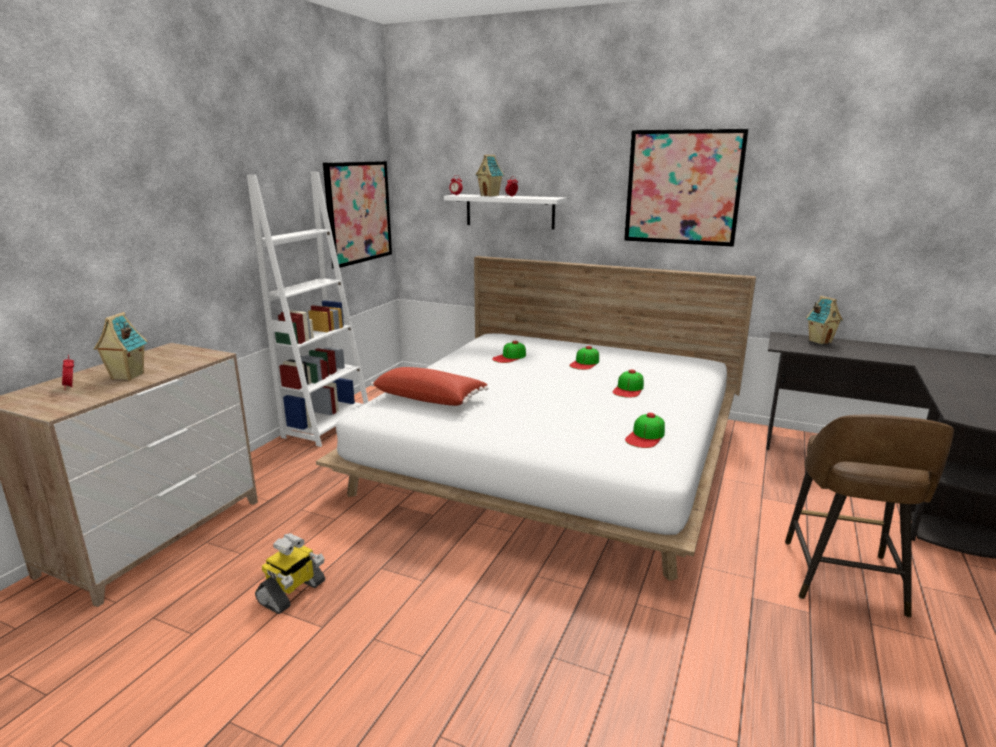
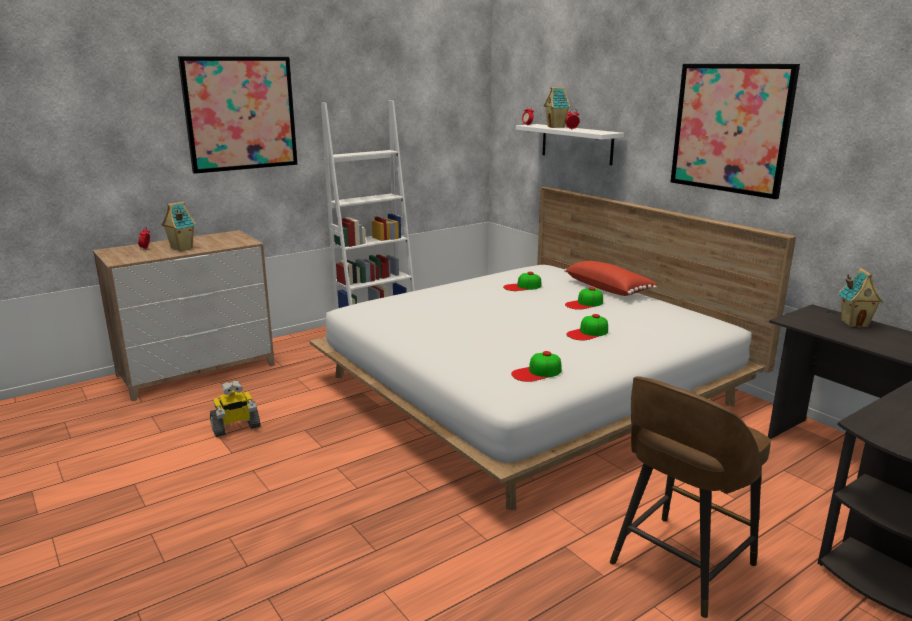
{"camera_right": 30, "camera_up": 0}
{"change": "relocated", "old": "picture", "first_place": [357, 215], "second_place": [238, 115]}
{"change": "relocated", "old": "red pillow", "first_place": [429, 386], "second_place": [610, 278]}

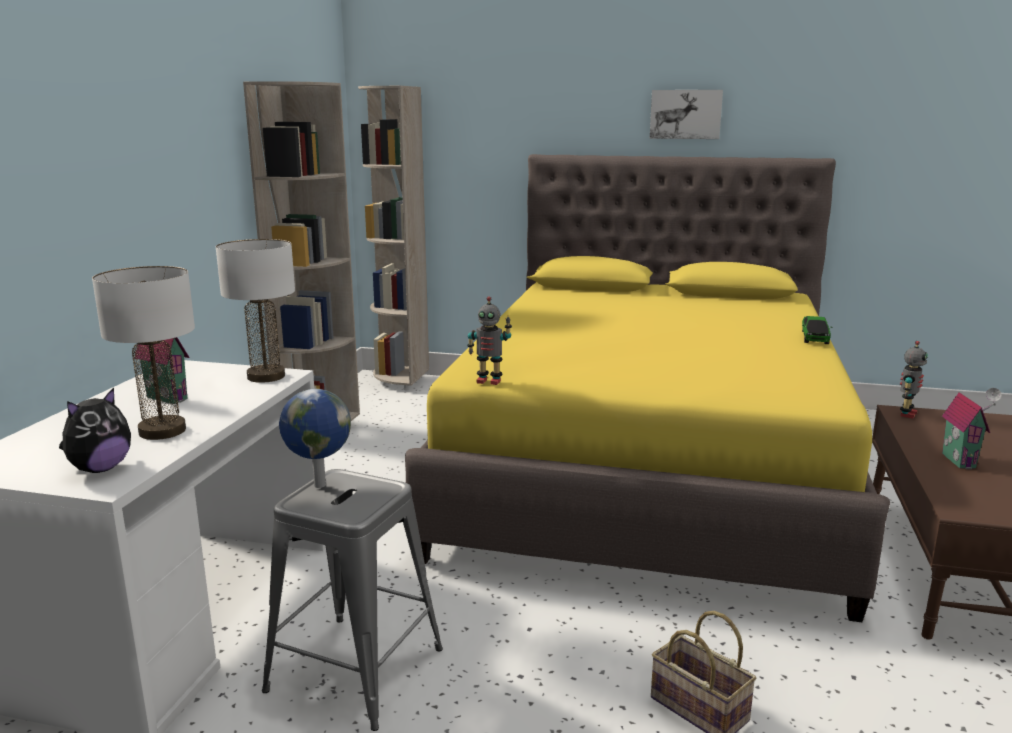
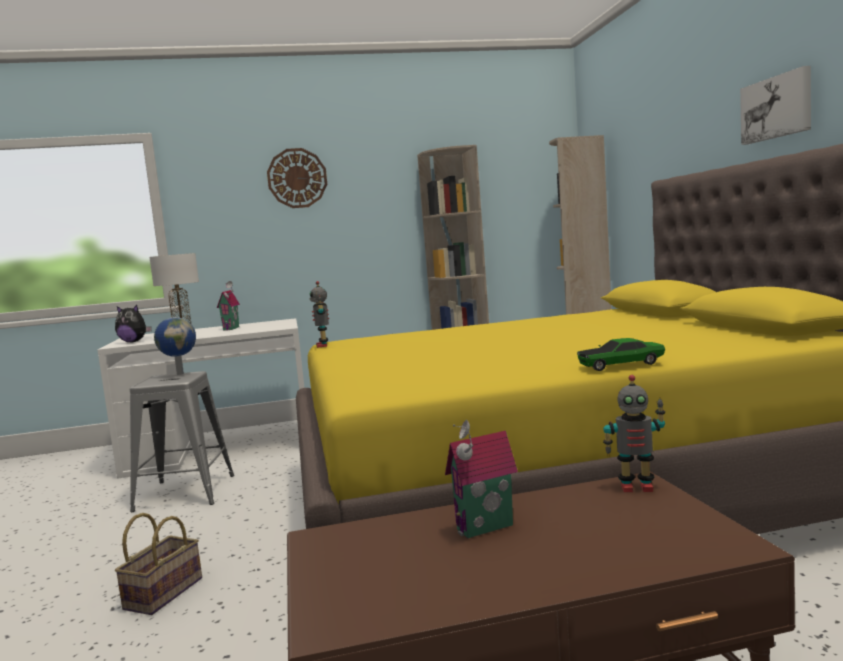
{"camera_right": 65, "camera_up": -10}
{"change": "missing", "old": "table lamp", "first_place": [255, 311]}
{"change": "appeared", "new": "wall clock", "second_place": [297, 178]}

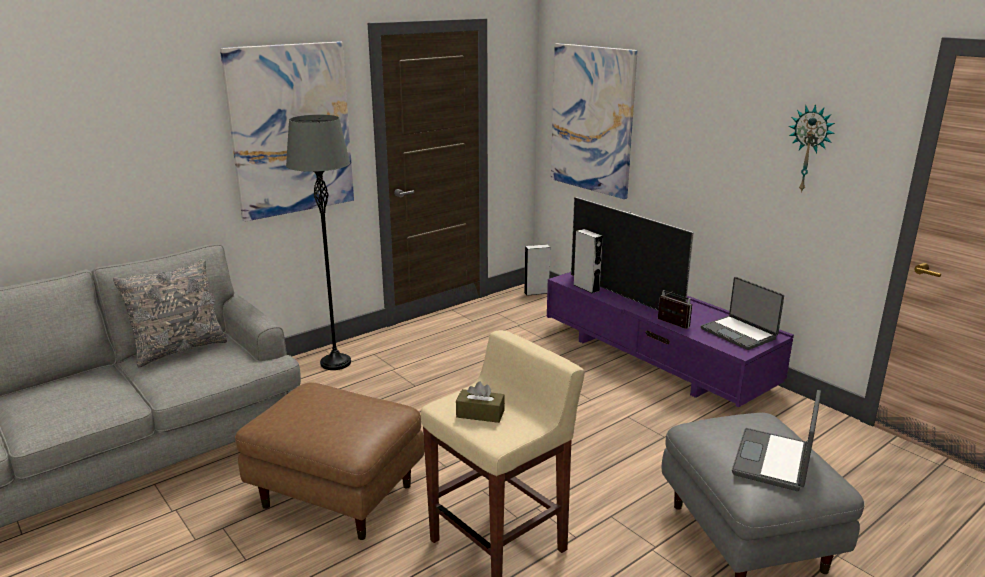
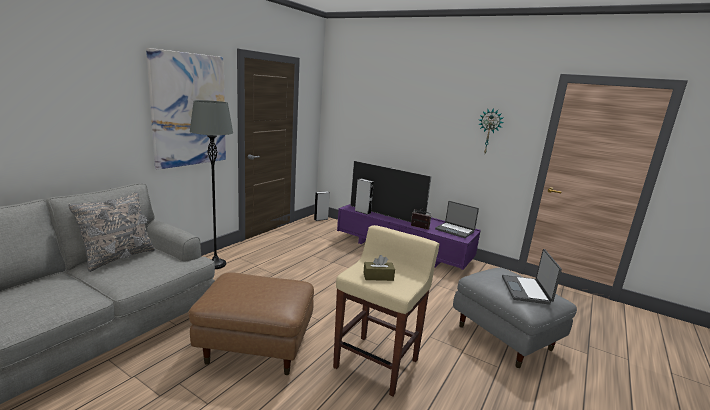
{"camera_right": -20, "camera_up": -5}
{"change": "missing", "old": "picture", "first_place": [594, 121]}

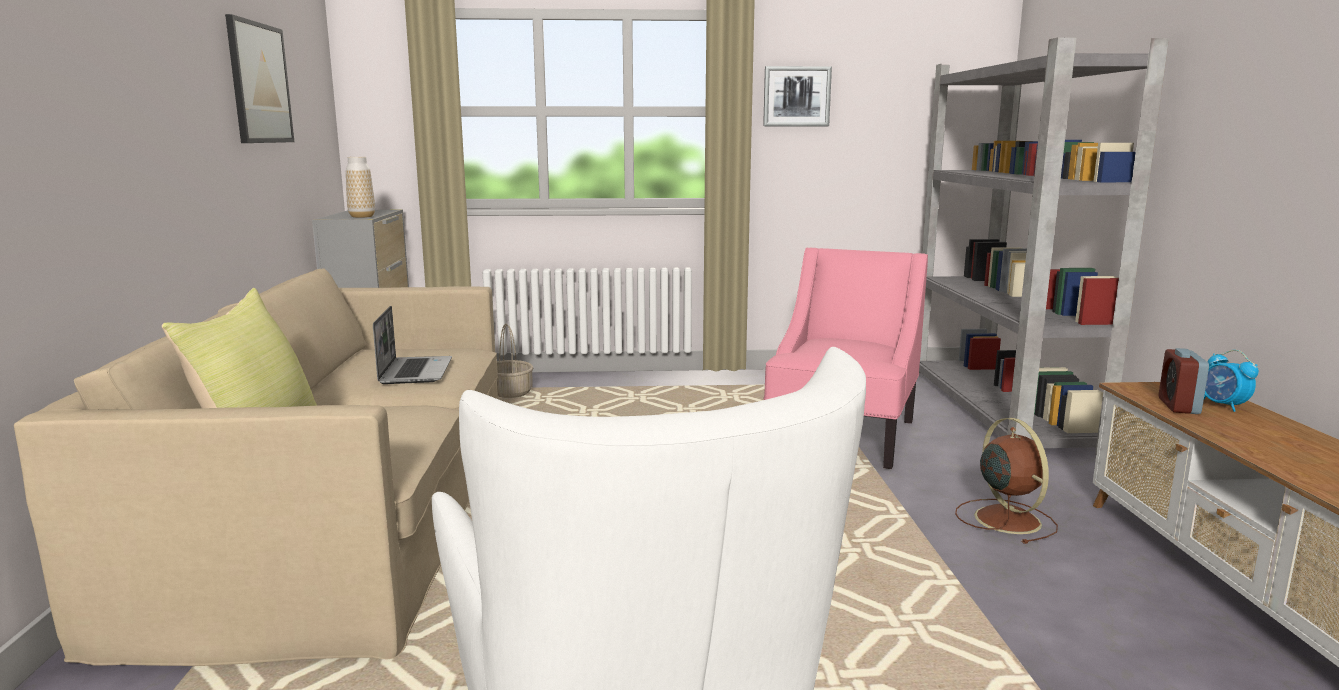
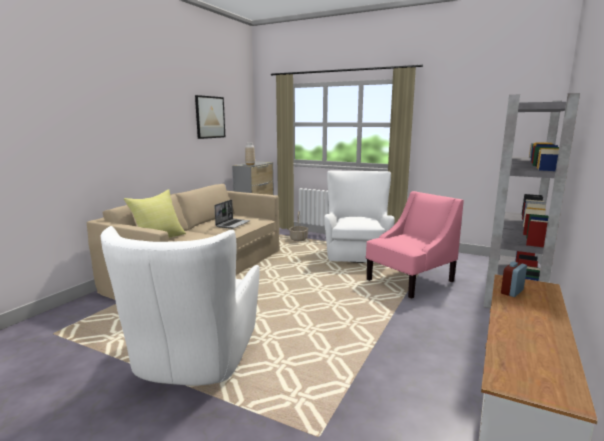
{"camera_right": 30, "camera_up": 0}
{"change": "missing", "old": "picture", "first_place": [797, 96]}
{"change": "missing", "old": "alarm clock", "first_place": [1231, 381]}
{"change": "missing", "old": "brown fan", "first_place": [1006, 481]}
{"change": "appeared", "new": "white armchair", "second_place": [359, 216]}

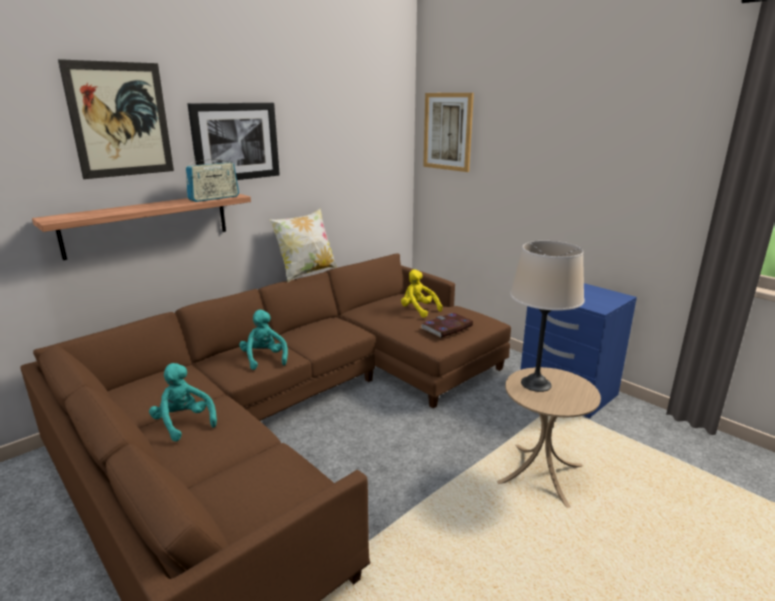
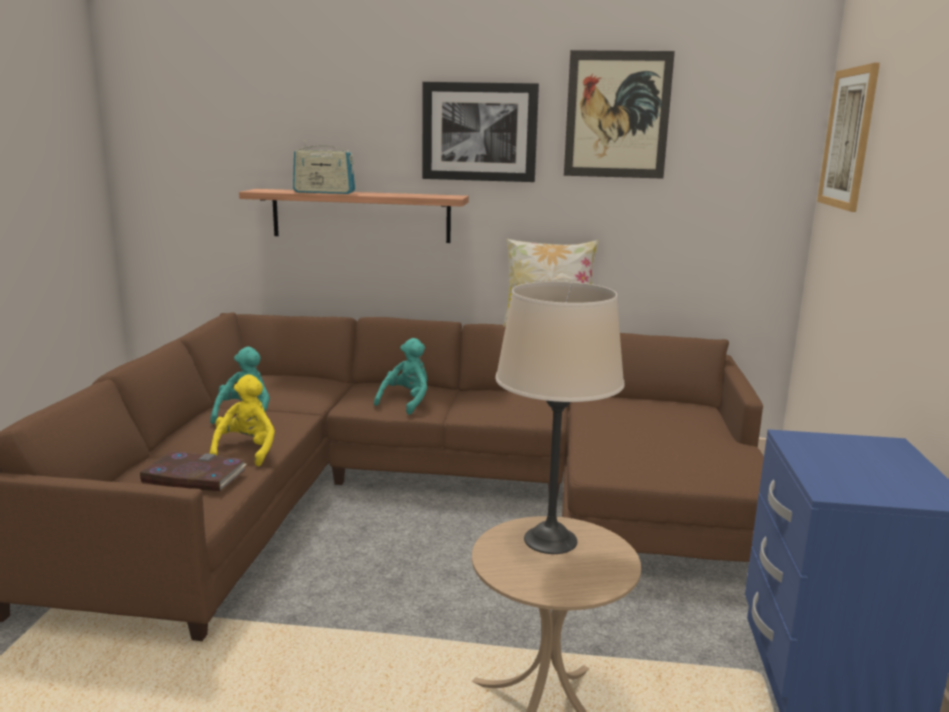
{"camera_right": 50, "camera_up": -5}
{"change": "relocated", "old": "picture", "first_place": [116, 119], "second_place": [619, 114]}
{"change": "relocated", "old": "radio", "first_place": [212, 179], "second_place": [324, 167]}
{"change": "relocated", "old": "yellow plush toy", "first_place": [422, 293], "second_place": [242, 420]}
{"change": "relocated", "old": "book", "first_place": [447, 325], "second_place": [193, 471]}

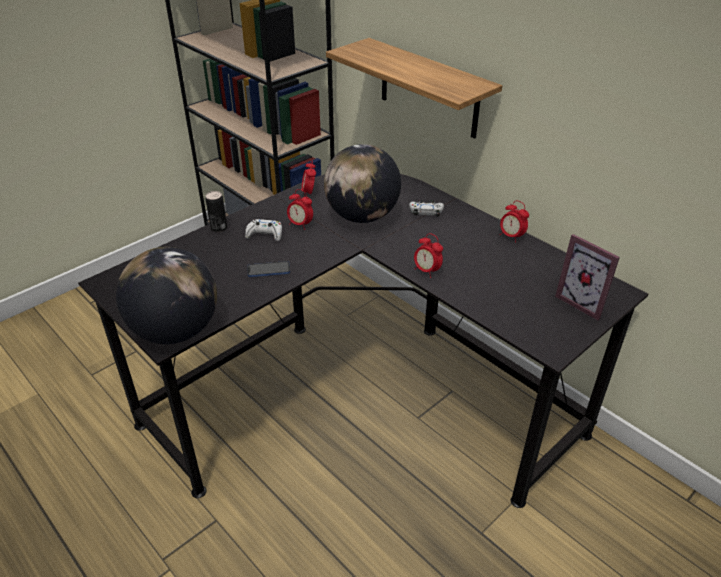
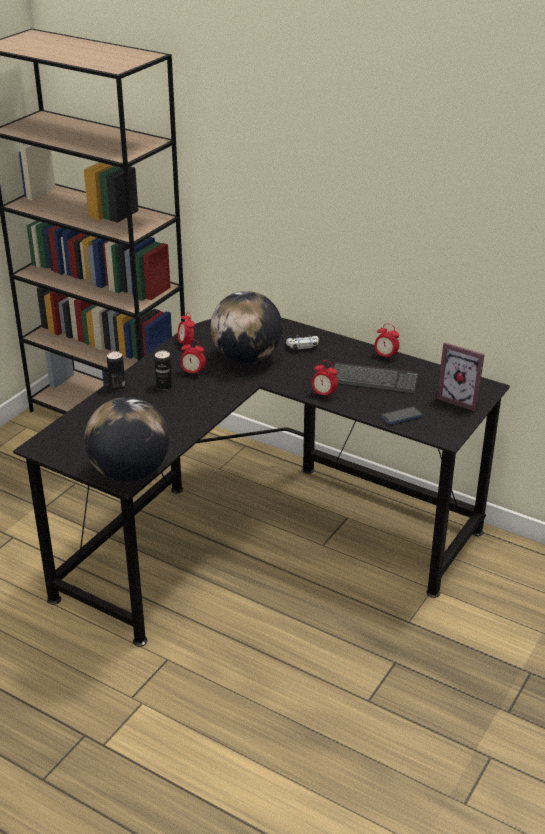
{"camera_right": -15, "camera_up": -5}
{"change": "missing", "old": "shelf", "first_place": [414, 88]}
{"change": "exchanged", "old": "white game controller", "new": "can", "first_place": [263, 230], "second_place": [163, 370]}
{"change": "relocated", "old": "phone", "first_place": [268, 269], "second_place": [402, 415]}
{"change": "appeared", "new": "keyboard", "second_place": [376, 378]}

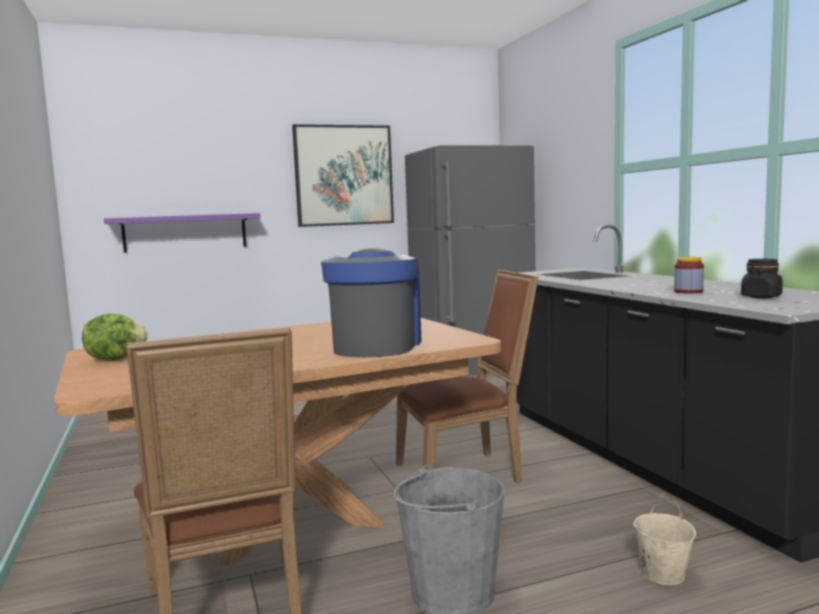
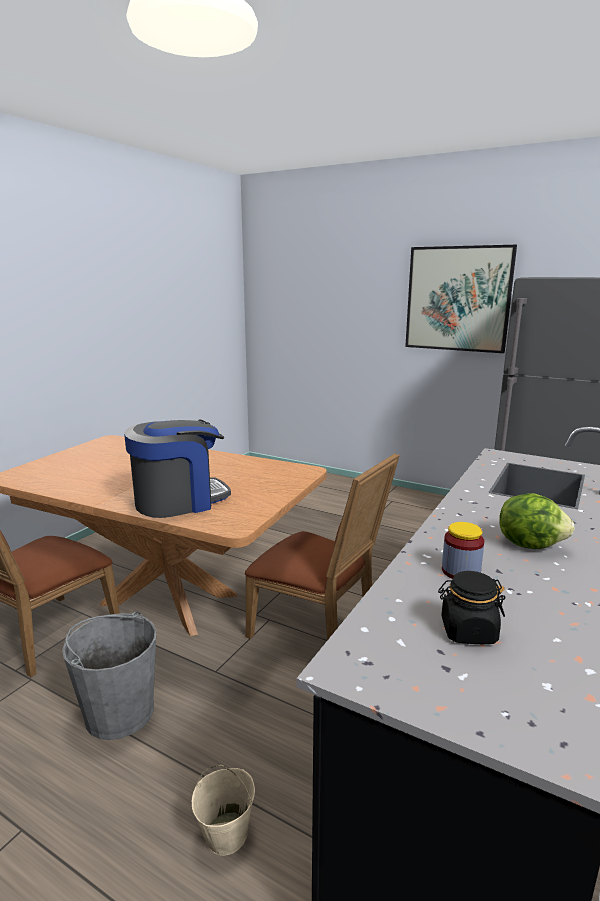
{"camera_right": 50, "camera_up": 10}
{"change": "missing", "old": "purple shelf", "first_place": [182, 233]}
{"change": "relocated", "old": "lettuce", "first_place": [115, 337], "second_place": [537, 521]}

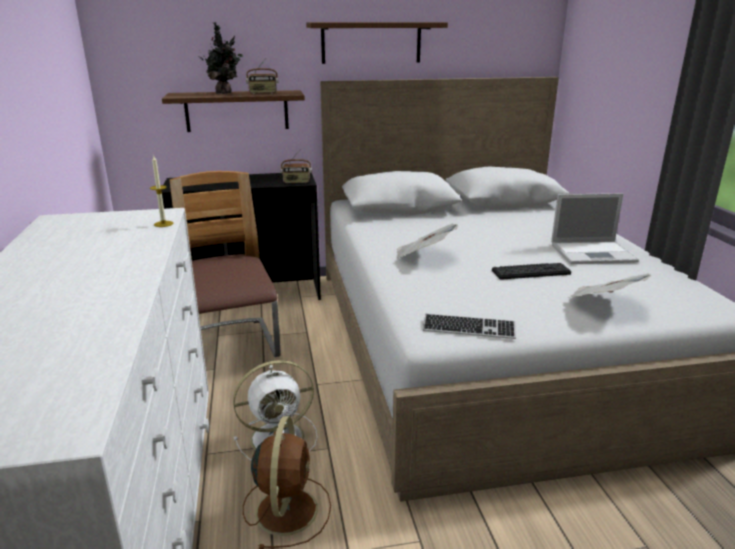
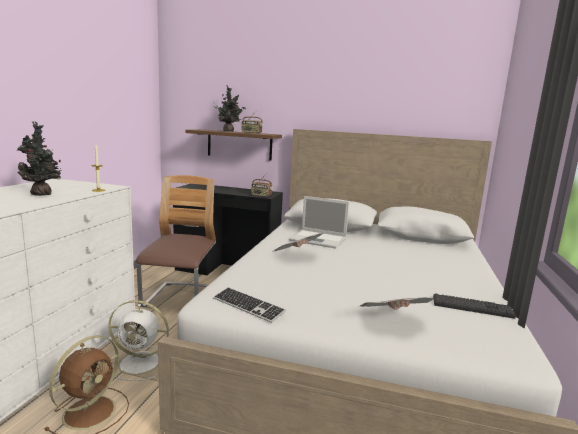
{"camera_right": 25, "camera_up": -10}
{"change": "missing", "old": "shelf", "first_place": [377, 43]}
{"change": "relocated", "old": "laptop", "first_place": [595, 228], "second_place": [319, 222]}
{"change": "relocated", "old": "keyboard", "first_place": [531, 271], "second_place": [474, 306]}
{"change": "appeared", "new": "potted plant", "second_place": [39, 158]}

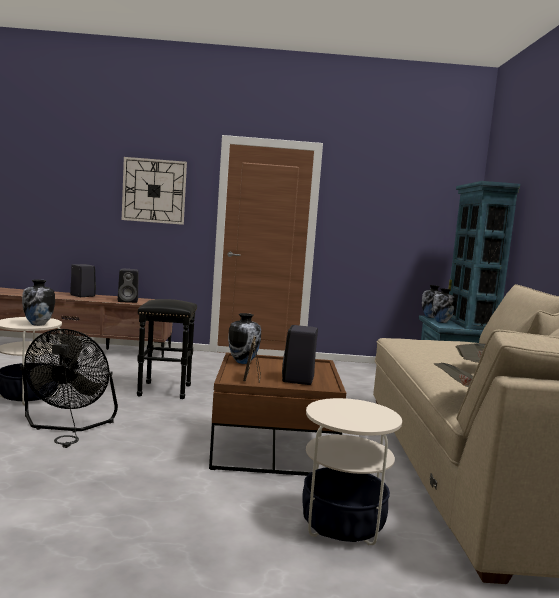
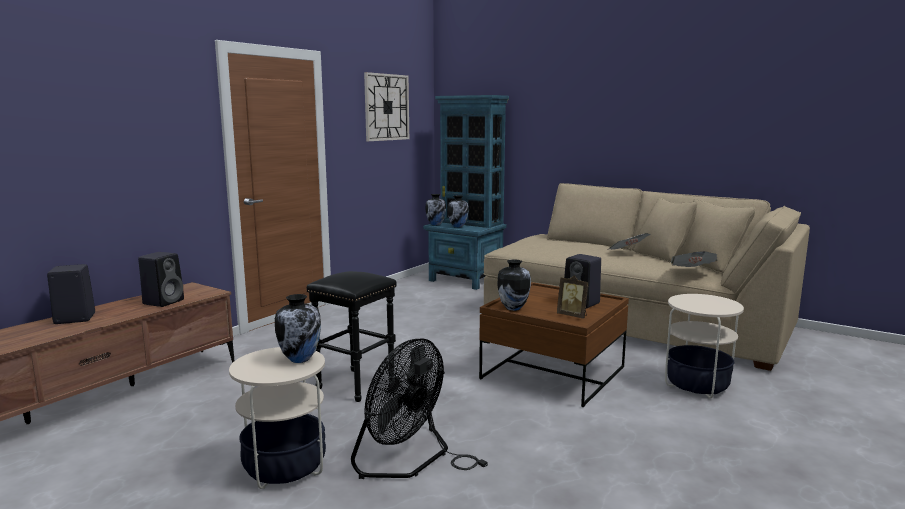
{"camera_right": -55, "camera_up": 5}
{"change": "relocated", "old": "wall clock", "first_place": [154, 191], "second_place": [386, 106]}

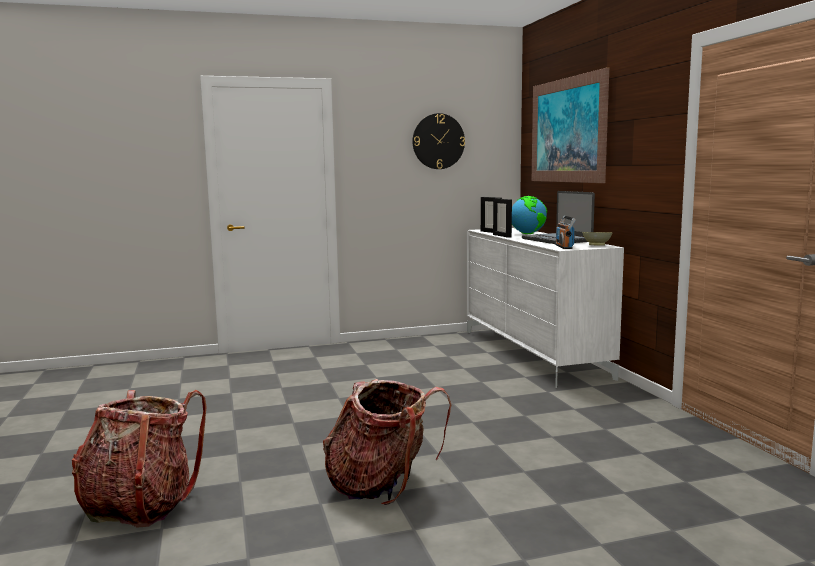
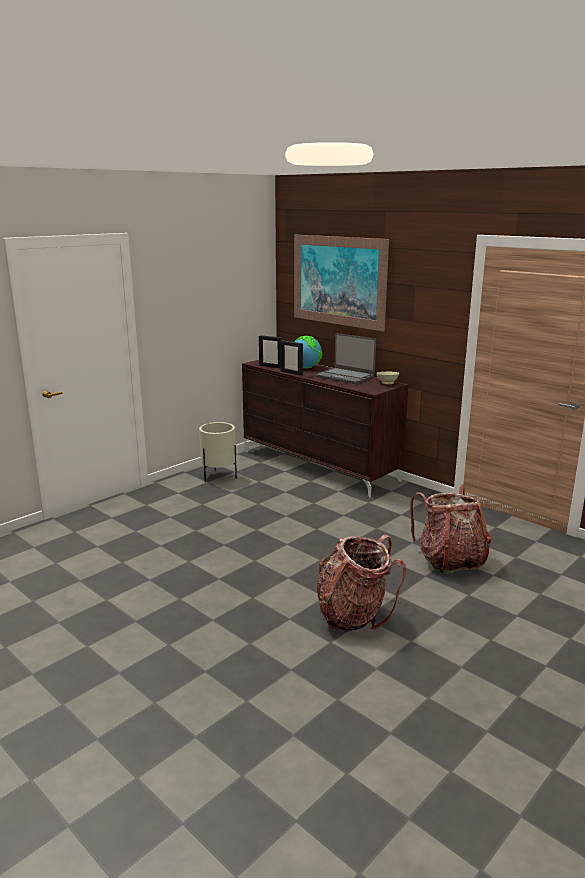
{"camera_right": -30, "camera_up": 10}
{"change": "missing", "old": "wall clock", "first_place": [438, 141]}
{"change": "missing", "old": "radio", "first_place": [566, 232]}
{"change": "colour", "old": "white dresser", "new": "brown dresser", "first_place": [545, 308], "second_place": [325, 429]}
{"change": "relocated", "old": "backpack", "first_place": [139, 458], "second_place": [450, 529]}
{"change": "appeared", "new": "beige planter", "second_place": [218, 452]}

